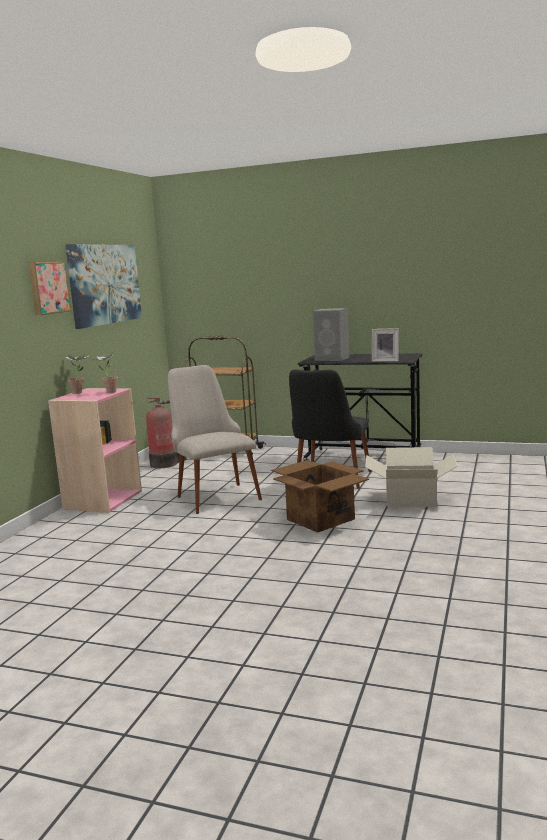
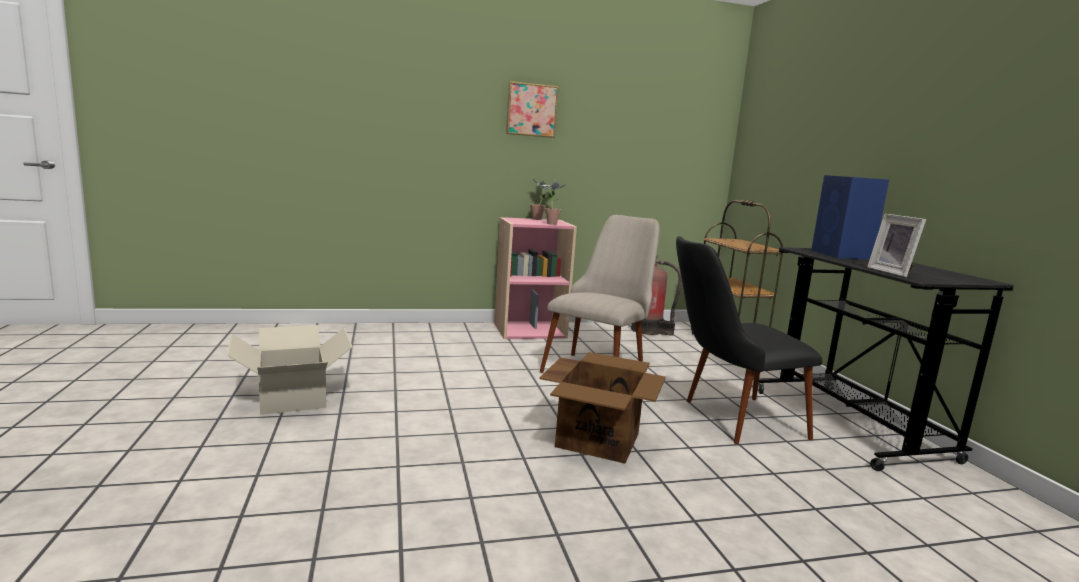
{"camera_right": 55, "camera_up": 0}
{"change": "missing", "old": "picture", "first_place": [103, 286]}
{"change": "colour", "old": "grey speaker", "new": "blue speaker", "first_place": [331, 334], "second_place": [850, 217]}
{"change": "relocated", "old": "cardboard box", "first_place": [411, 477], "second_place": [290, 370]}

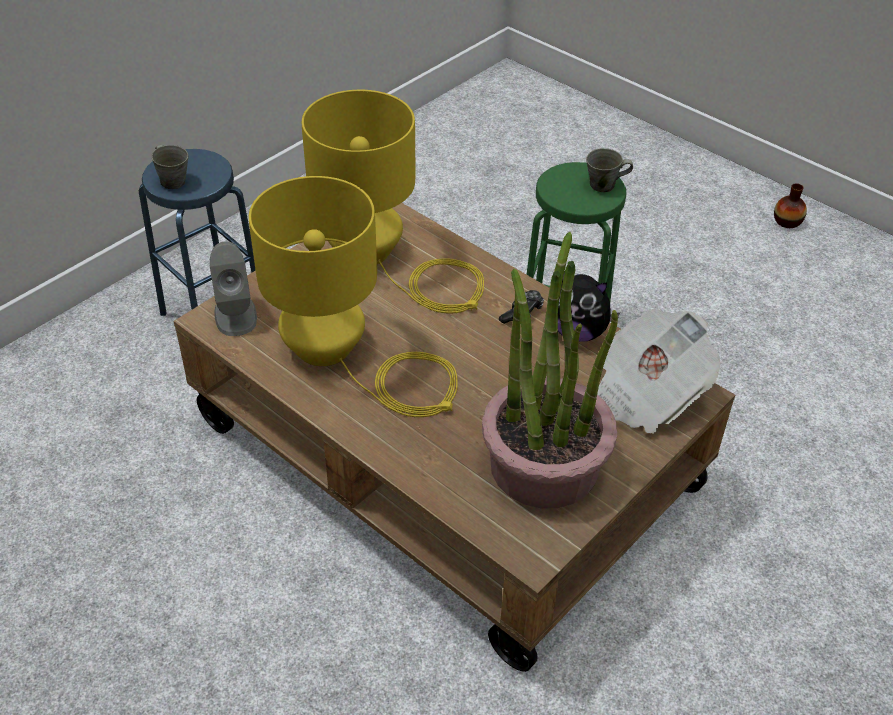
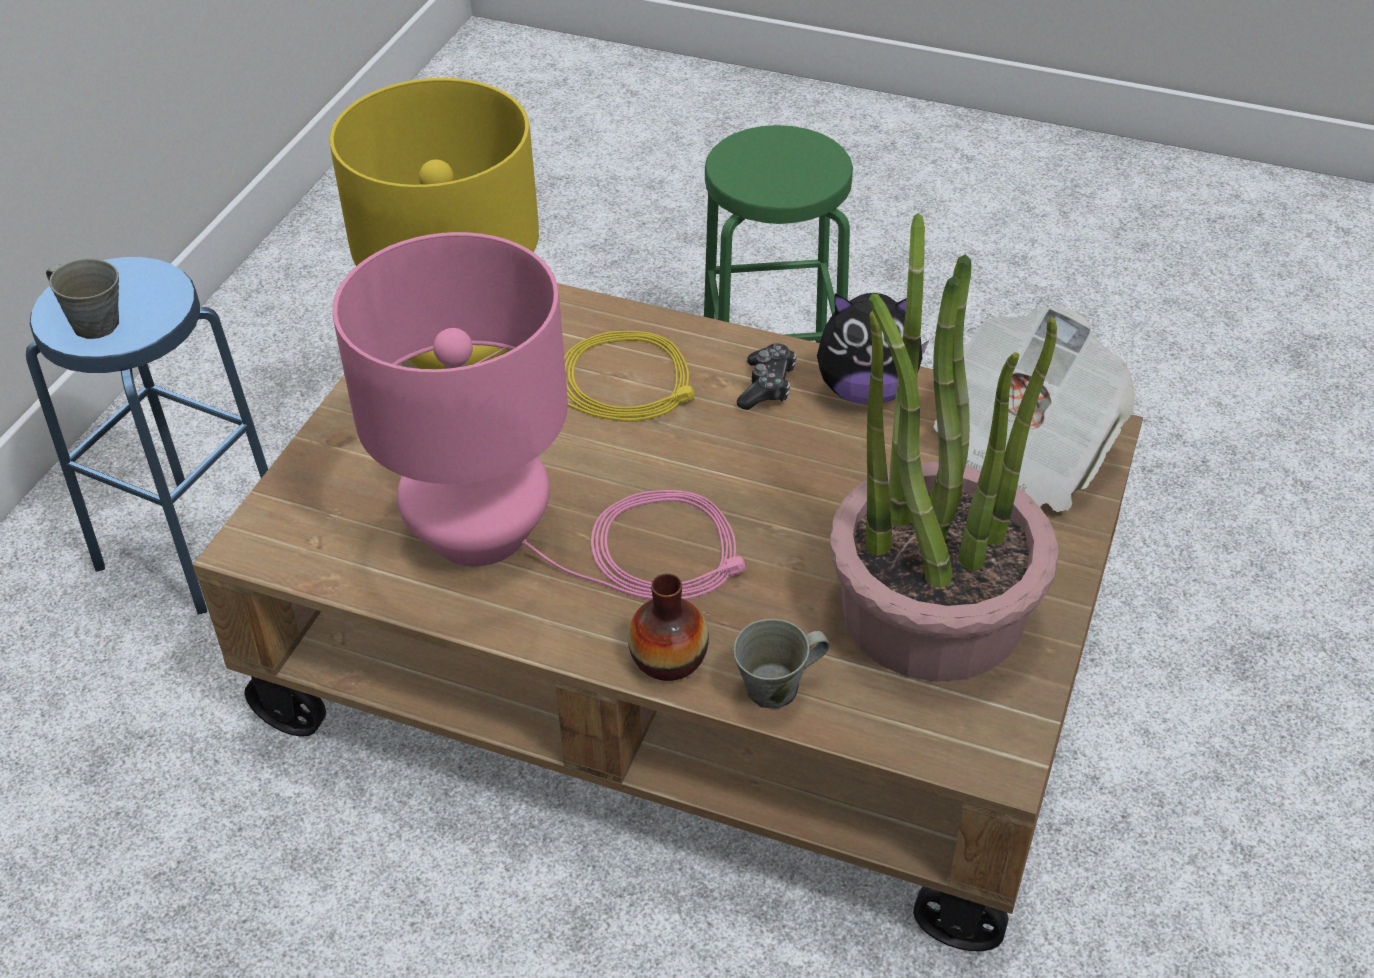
{"camera_right": -20, "camera_up": 0}
{"change": "relocated", "old": "grey mug", "first_place": [609, 170], "second_place": [782, 664]}
{"change": "colour", "old": "yellow table lamp", "new": "pink table lamp", "first_place": [353, 296], "second_place": [539, 416]}
{"change": "relocated", "old": "vase", "first_place": [790, 205], "second_place": [668, 627]}
{"change": "missing", "old": "grey speaker", "first_place": [233, 288]}

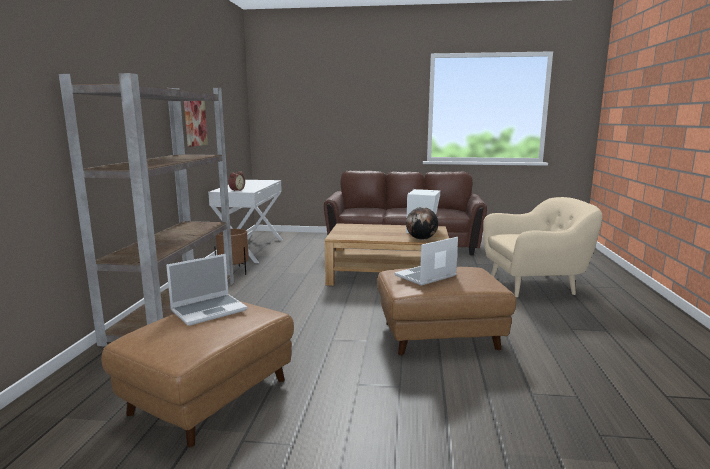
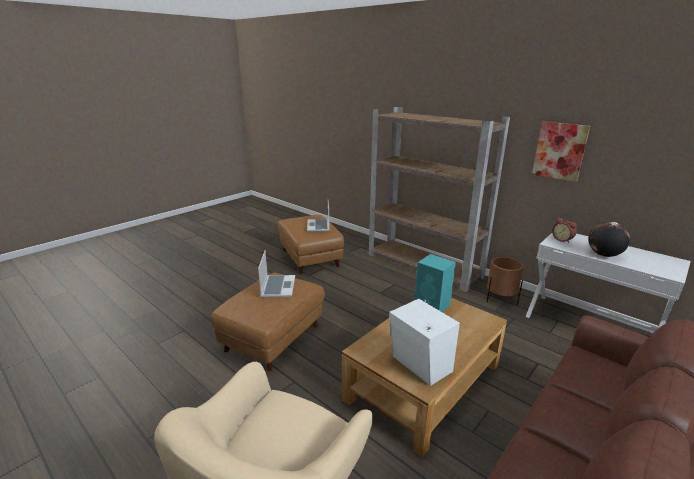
{"camera_right": 125, "camera_up": 10}
{"change": "relocated", "old": "globe", "first_place": [422, 223], "second_place": [609, 239]}
{"change": "appeared", "new": "turquoise speaker", "second_place": [435, 283]}

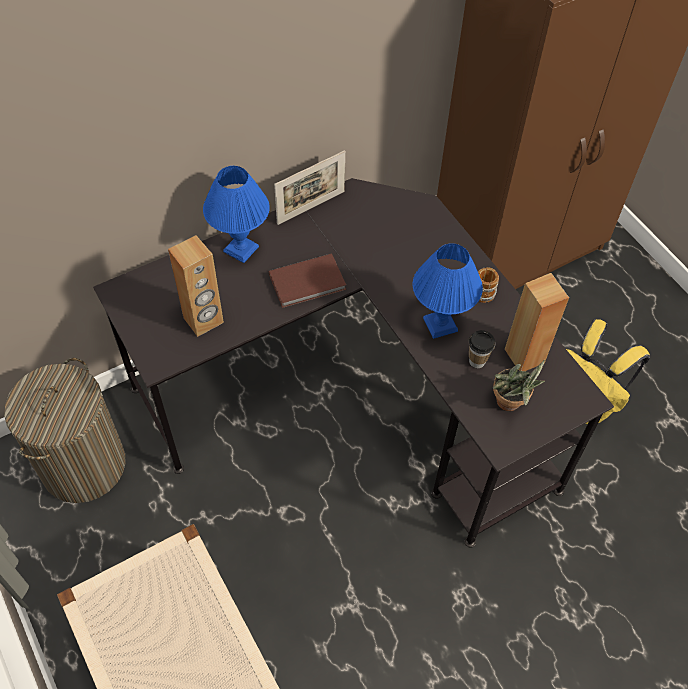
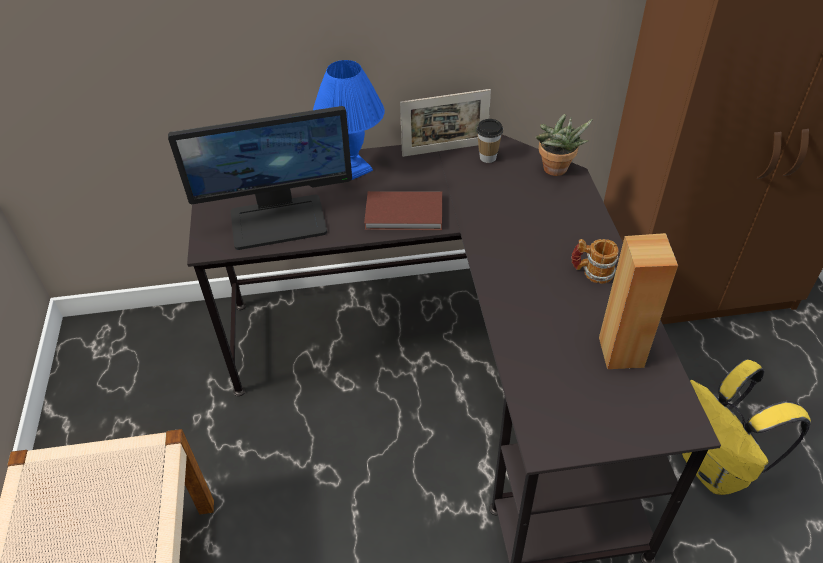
{"camera_right": 25, "camera_up": -10}
{"change": "exchanged", "old": "brown speaker", "new": "monitor", "first_place": [196, 286], "second_place": [260, 178]}
{"change": "missing", "old": "blue table lamp", "first_place": [448, 291]}
{"change": "relocated", "old": "cup", "first_place": [482, 349], "second_place": [489, 141]}
{"change": "missing", "old": "laundry basket", "first_place": [64, 430]}
{"change": "relocated", "old": "potted plant", "first_place": [518, 385], "second_place": [564, 145]}

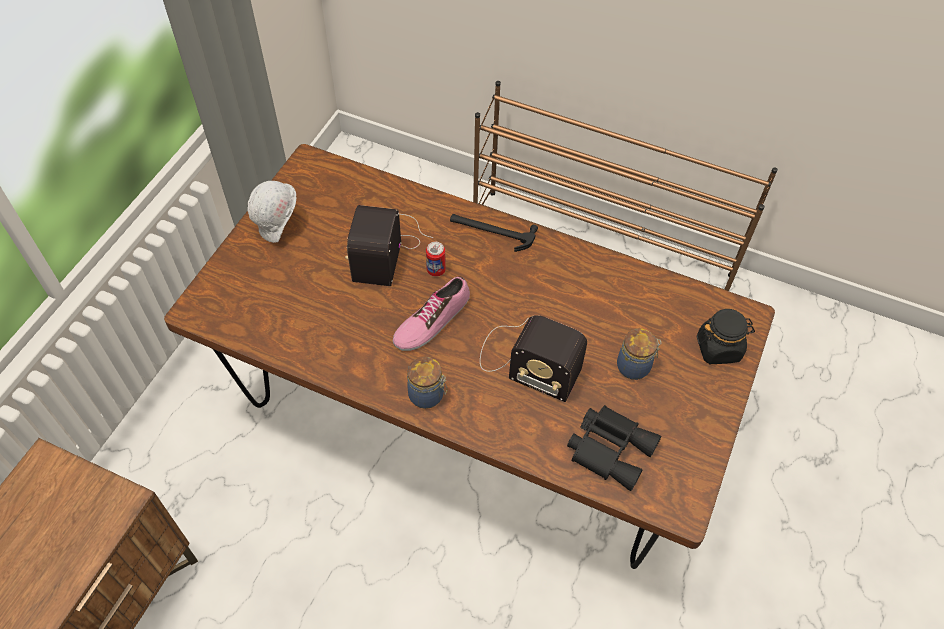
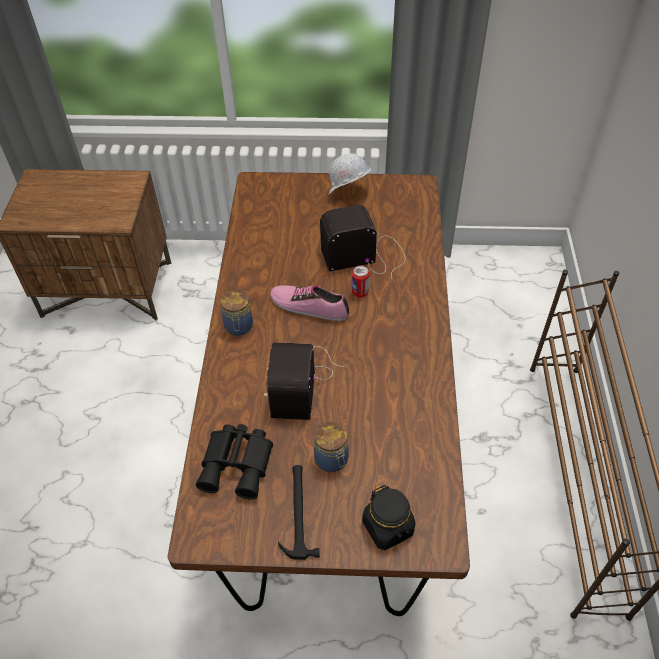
{"camera_right": 70, "camera_up": -5}
{"change": "relocated", "old": "hammer", "first_place": [494, 233], "second_place": [299, 512]}

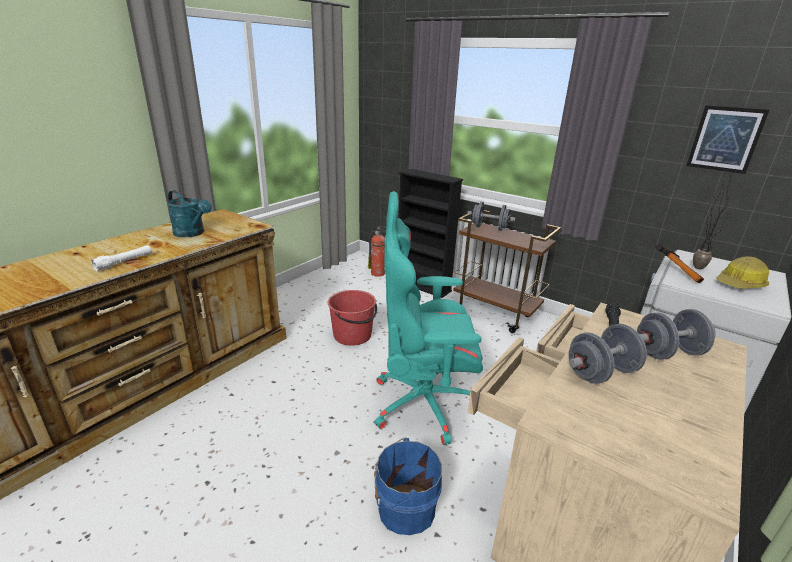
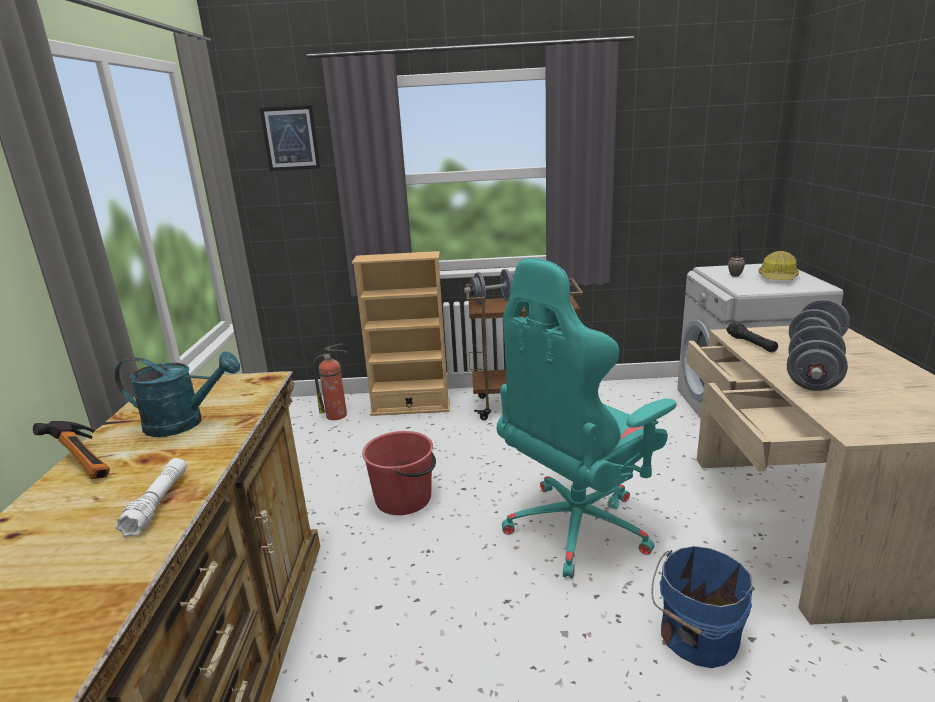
{"camera_right": -35, "camera_up": -5}
{"change": "relocated", "old": "picture", "first_place": [727, 139], "second_place": [290, 138]}
{"change": "colour", "old": "black bookcase", "new": "beige bookcase", "first_place": [431, 233], "second_place": [400, 333]}
{"change": "relocated", "old": "hammer", "first_place": [679, 263], "second_place": [71, 450]}

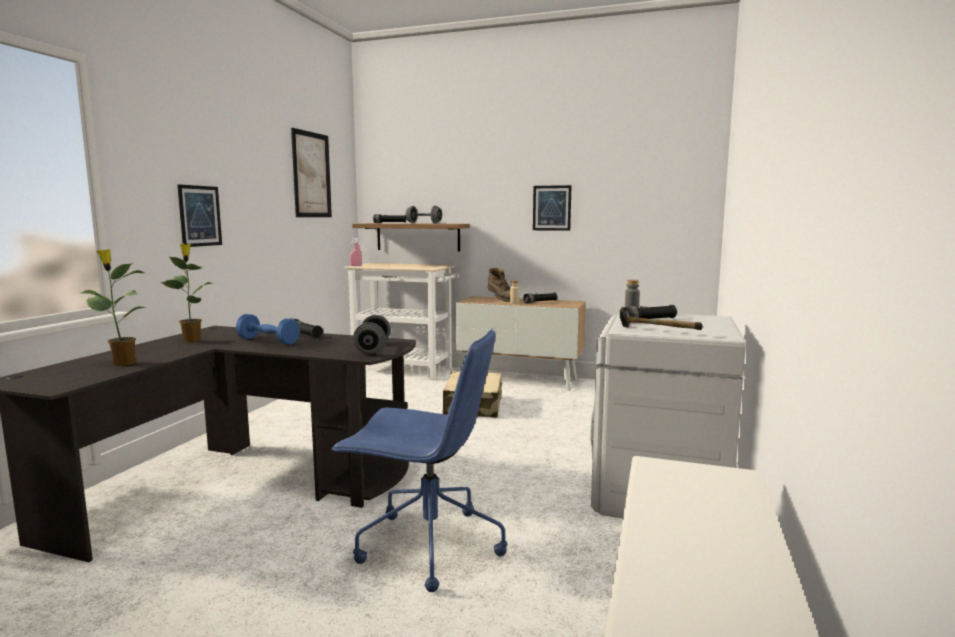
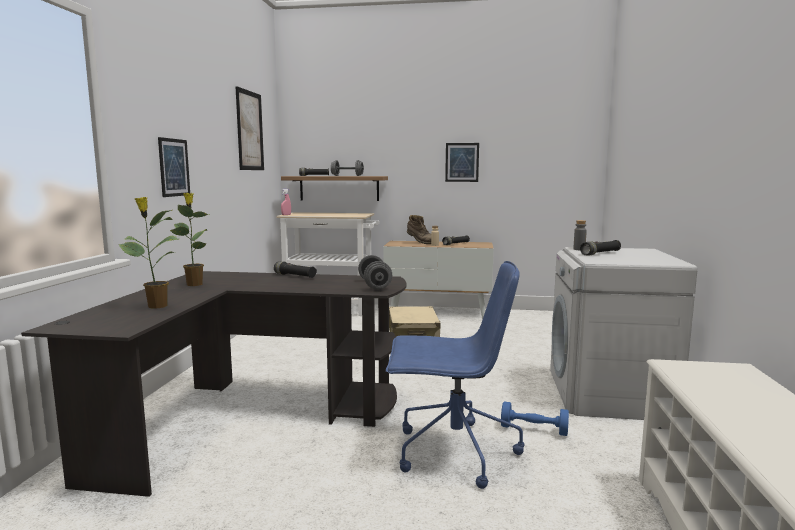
{"camera_right": -10, "camera_up": 0}
{"change": "missing", "old": "hammer", "first_place": [661, 318]}
{"change": "relocated", "old": "blue dumbbell", "first_place": [268, 329], "second_place": [535, 418]}

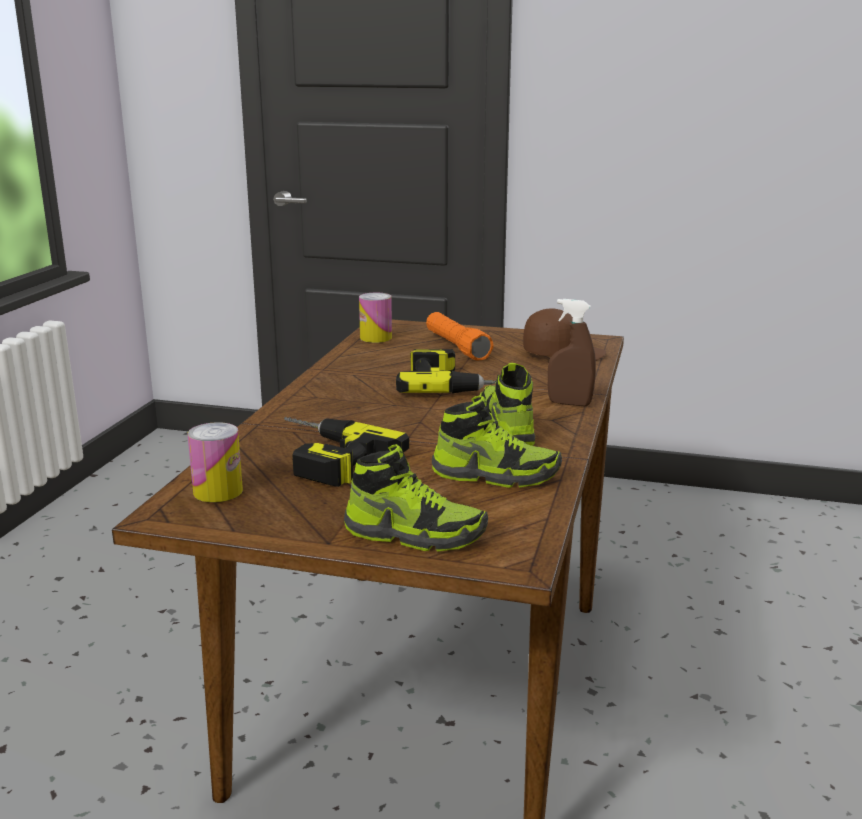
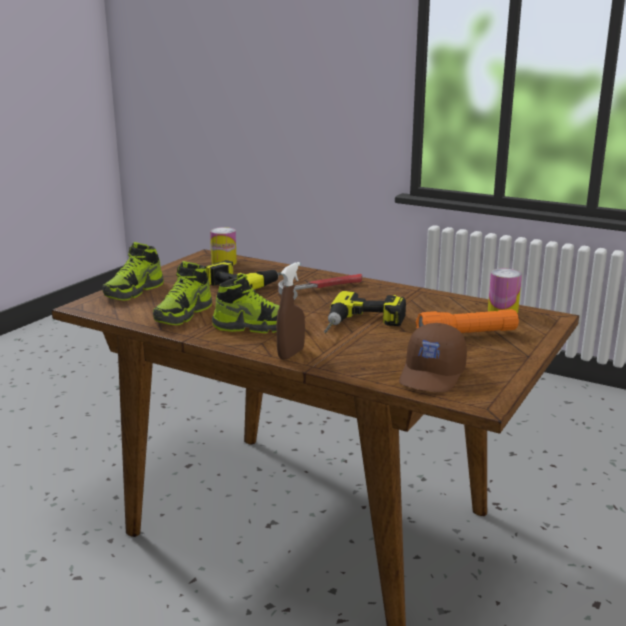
{"camera_right": 105, "camera_up": 0}
{"change": "appeared", "new": "hammer", "second_place": [320, 287]}

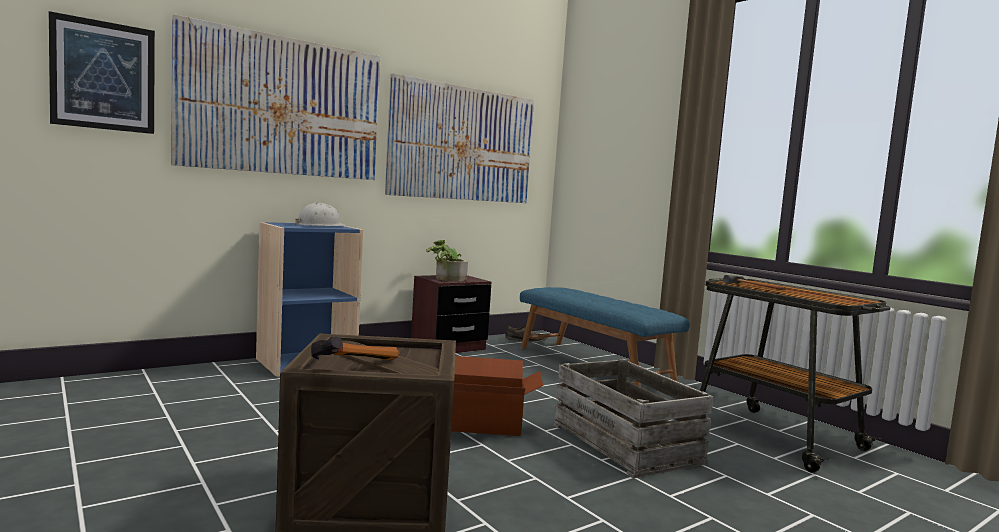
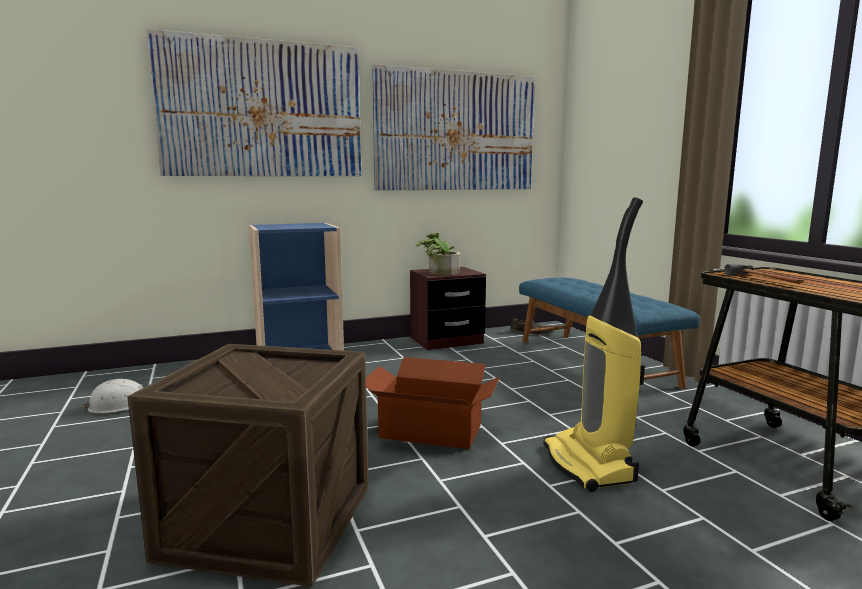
{"camera_right": 15, "camera_up": 5}
{"change": "missing", "old": "picture", "first_place": [102, 72]}
{"change": "relocated", "old": "white hard hat", "first_place": [321, 214], "second_place": [112, 396]}
{"change": "missing", "old": "hammer", "first_place": [355, 348]}
{"change": "exchanged", "old": "crate", "new": "vacuum cleaner", "first_place": [633, 418], "second_place": [594, 344]}

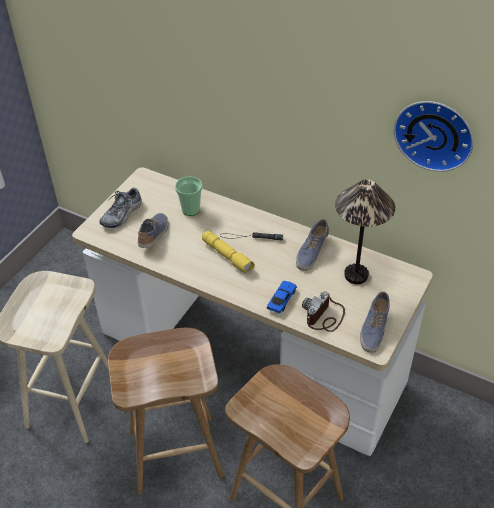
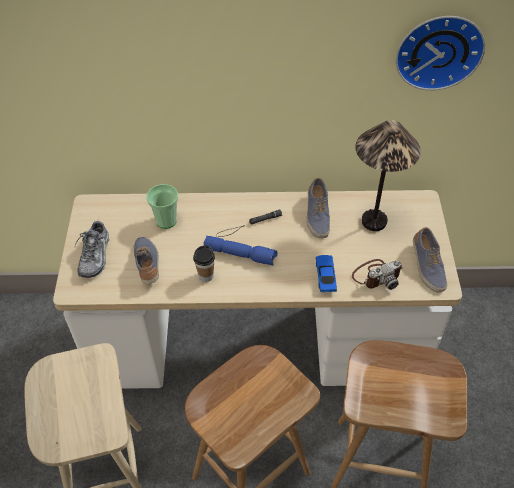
{"camera_right": -30, "camera_up": 5}
{"change": "colour", "old": "yellow flashlight", "new": "blue flashlight", "first_place": [228, 252], "second_place": [240, 251]}
{"change": "spun", "old": "photo camera", "first_place": [323, 311], "second_place": [377, 274], "degrees": -120}
{"change": "appeared", "new": "cup", "second_place": [204, 264]}

